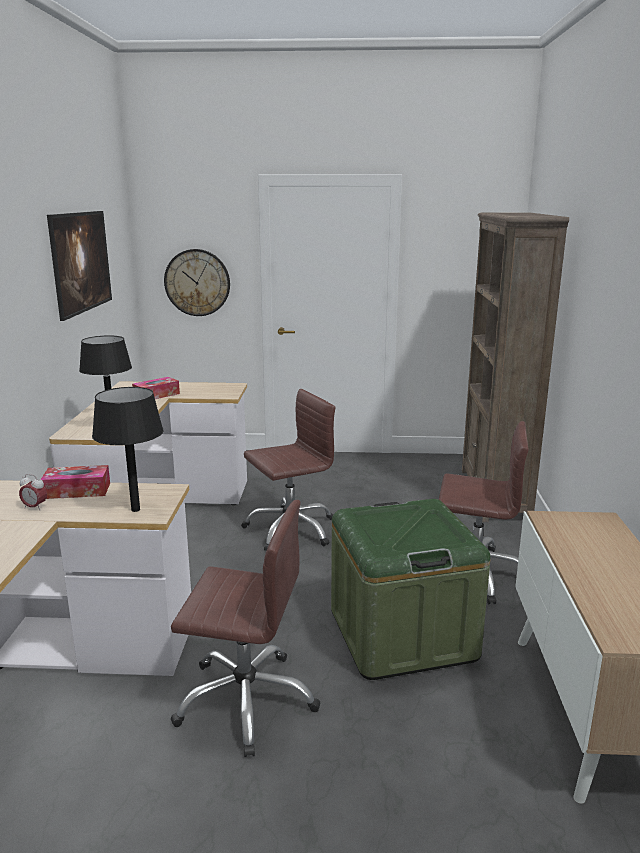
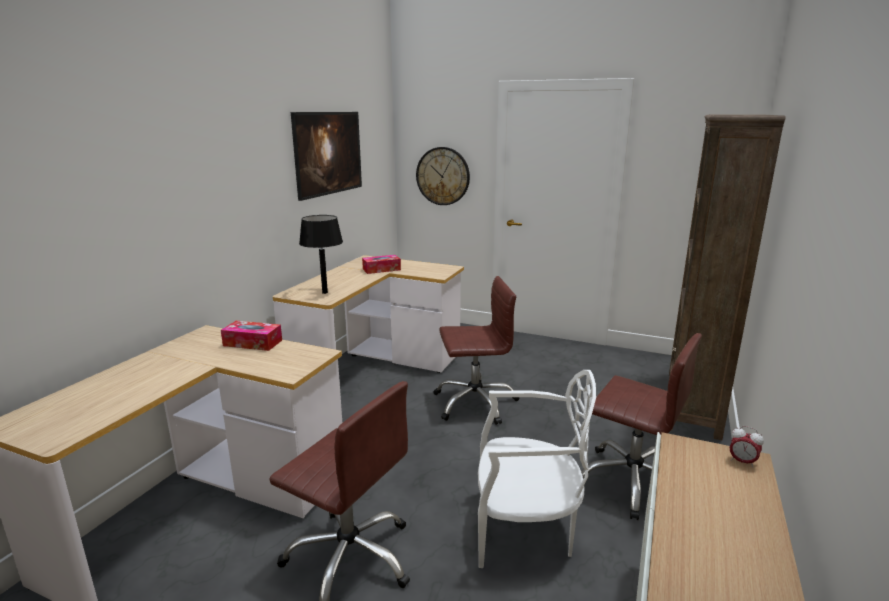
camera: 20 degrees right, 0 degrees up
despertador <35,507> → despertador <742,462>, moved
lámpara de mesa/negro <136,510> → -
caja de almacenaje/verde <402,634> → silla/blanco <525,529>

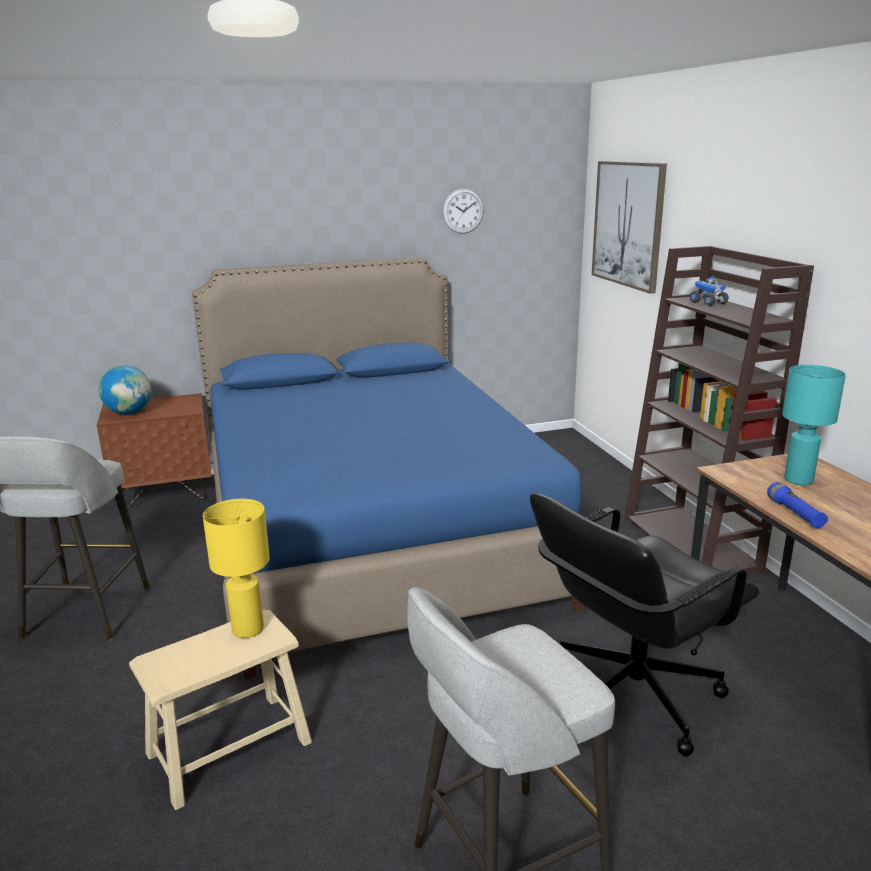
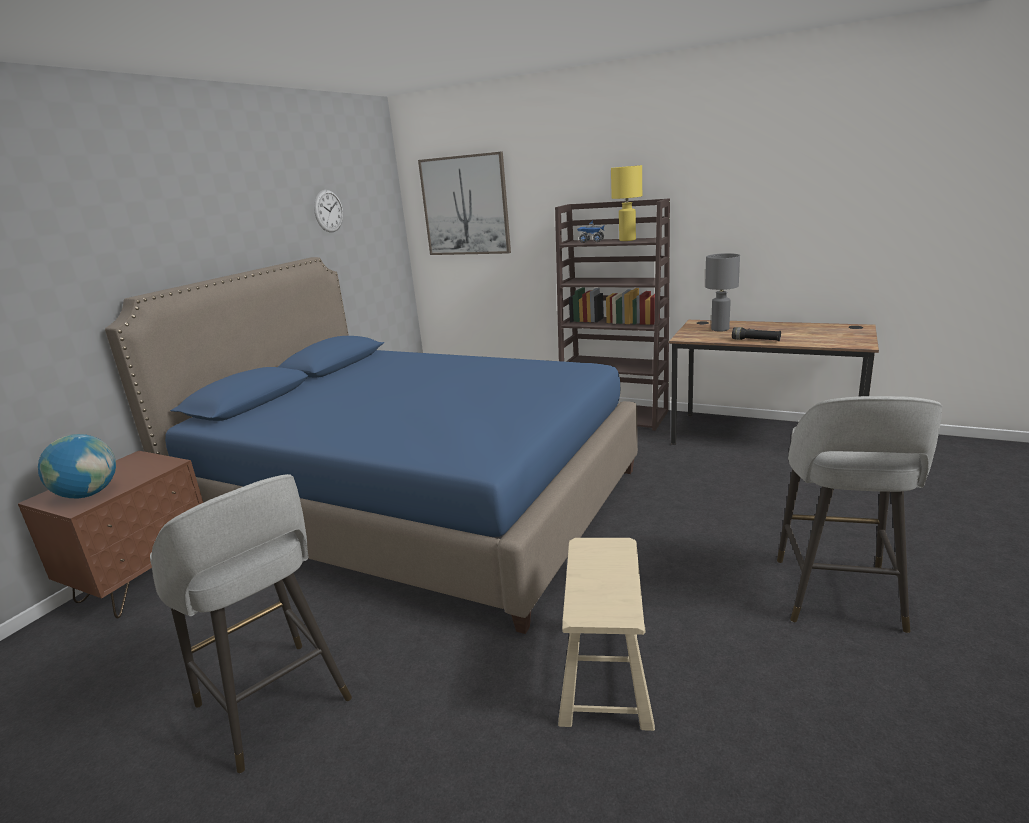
camera: 45 degrees left, 0 degrees up
lámpara de mesa/amarillo <248,629> → lámpara de mesa/amarillo <628,240>, moved
silla de oficina/negro <631,694> → -
linterna/azul <794,513> → linterna/negro <755,340>
lámpara de mesa/turquesa <798,480> → lámpara de mesa/gris <720,329>

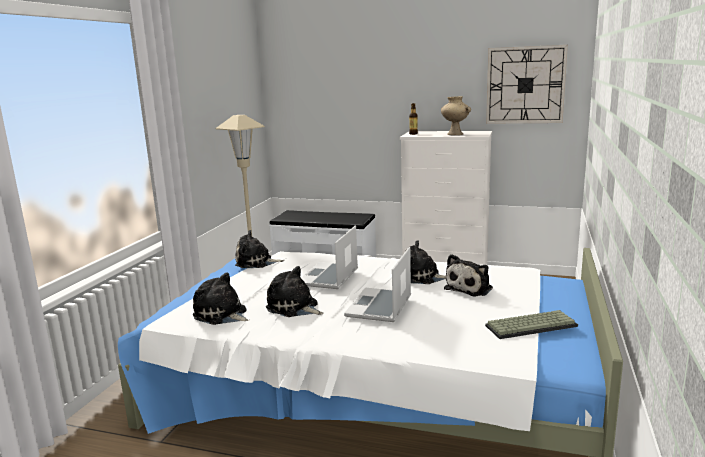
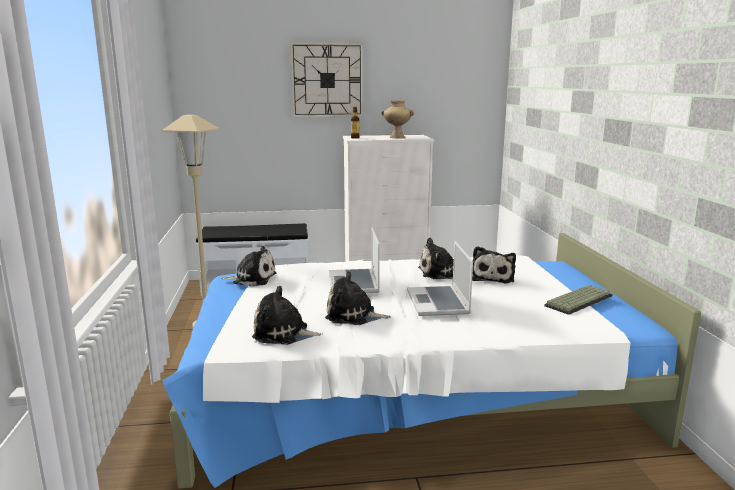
camera: 25 degrees left, 0 degrees up
peluche <256,262> → peluche <252,279>, 150 degrees counterclockwise
reloj de pared <525,85> → reloj de pared <327,80>, moved

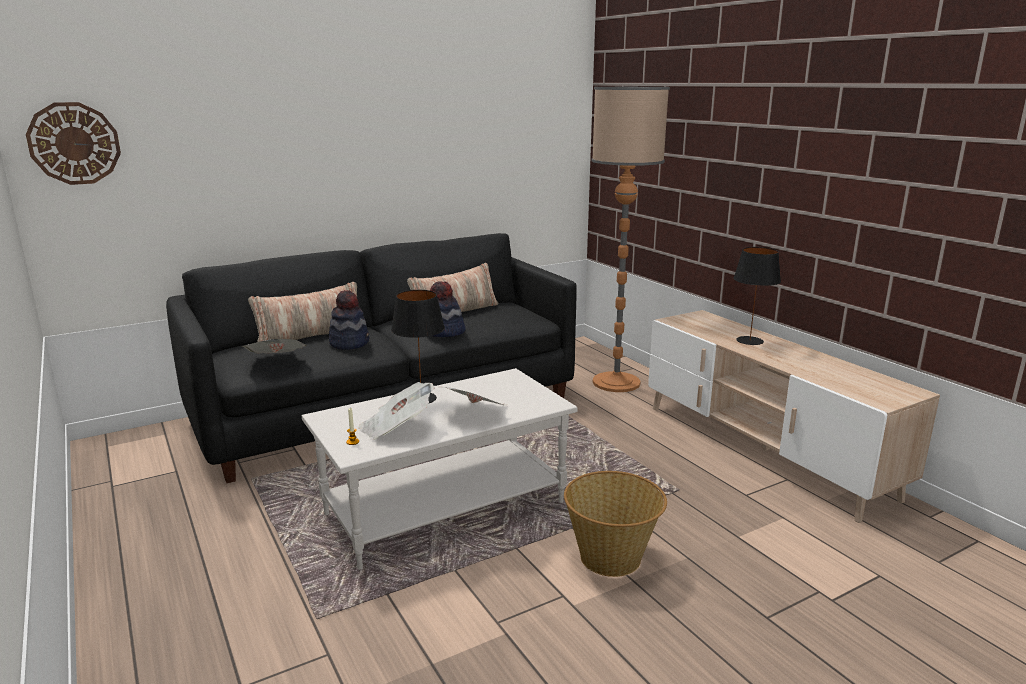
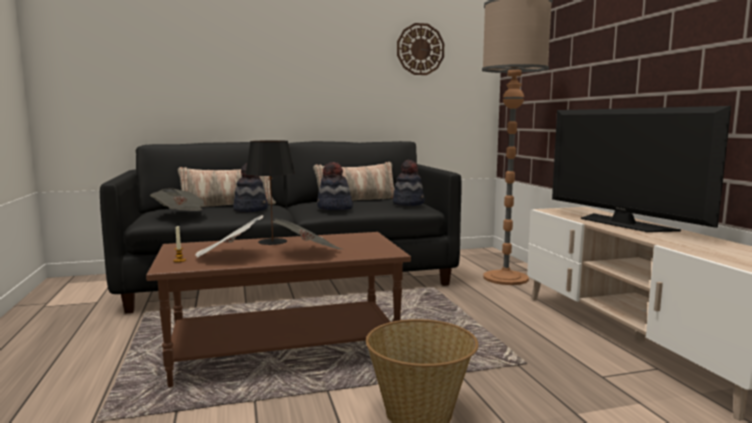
camera: 15 degrees right, 10 degrees down
reloj de pared <74,143> → reloj de pared <420,49>, moved
mesa de centro/blanco <445,507> → mesa de centro/marrón <285,350>
lámpara de mesa/negro <750,340> → televisor <623,223>
- → sombrero <408,203>

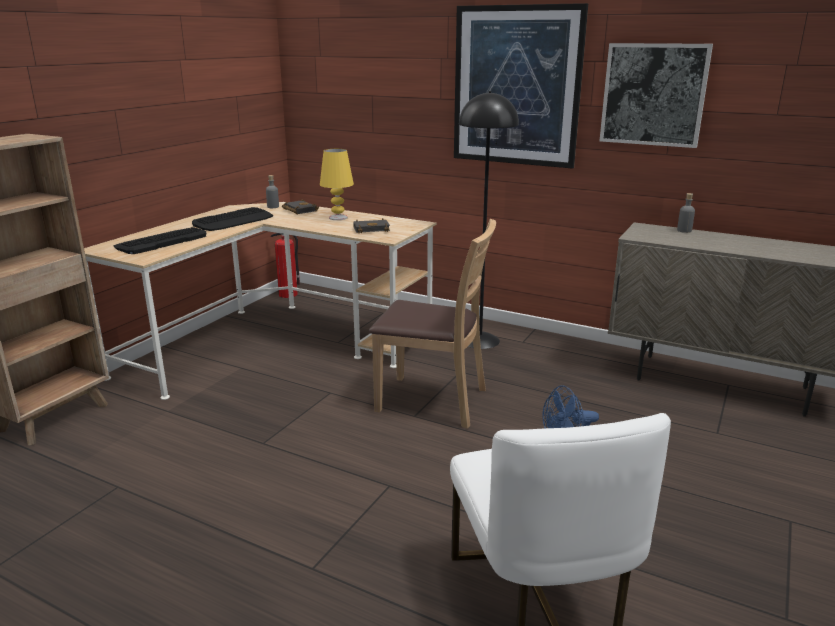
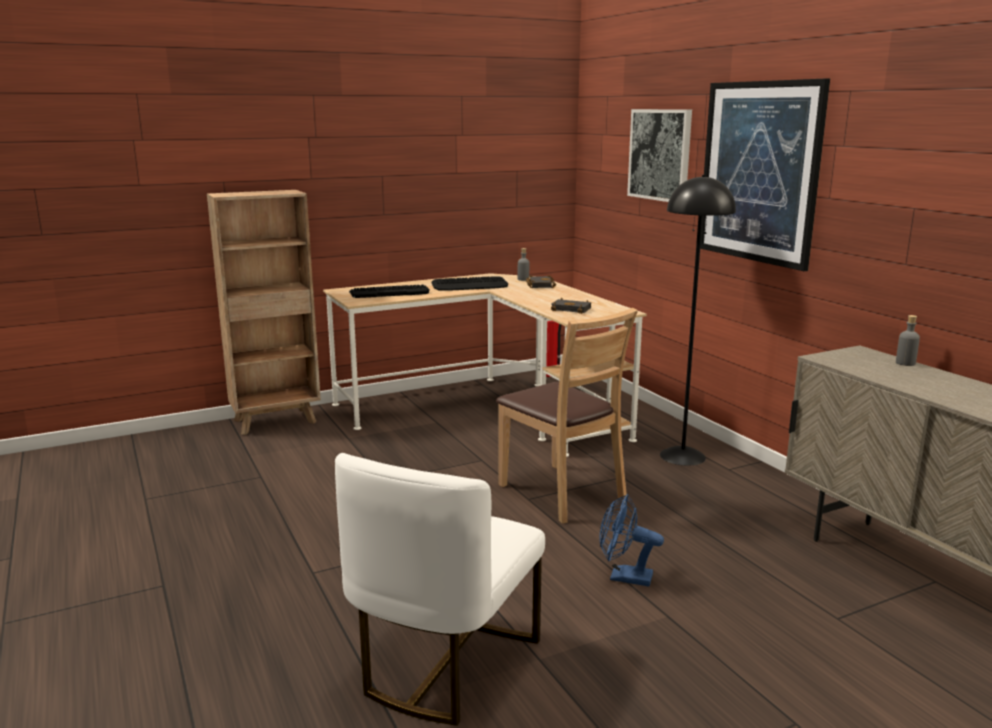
camera: 35 degrees right, 5 degrees down
lámpara de mesa/amarillo <338,217> → -
cuadro <653,94> → cuadro <660,155>, moved

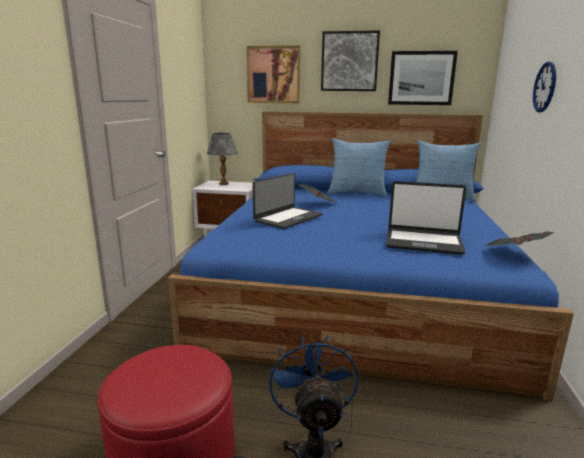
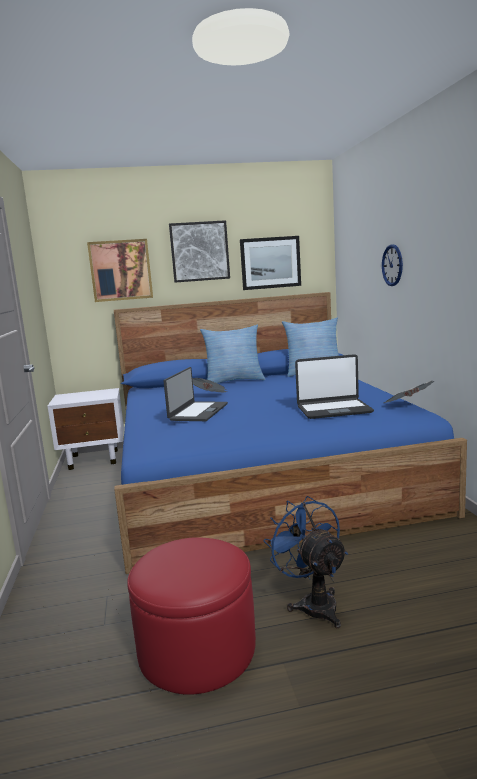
camera: 20 degrees left, 5 degrees down
lámpara de mesa/gris <223,184> → -

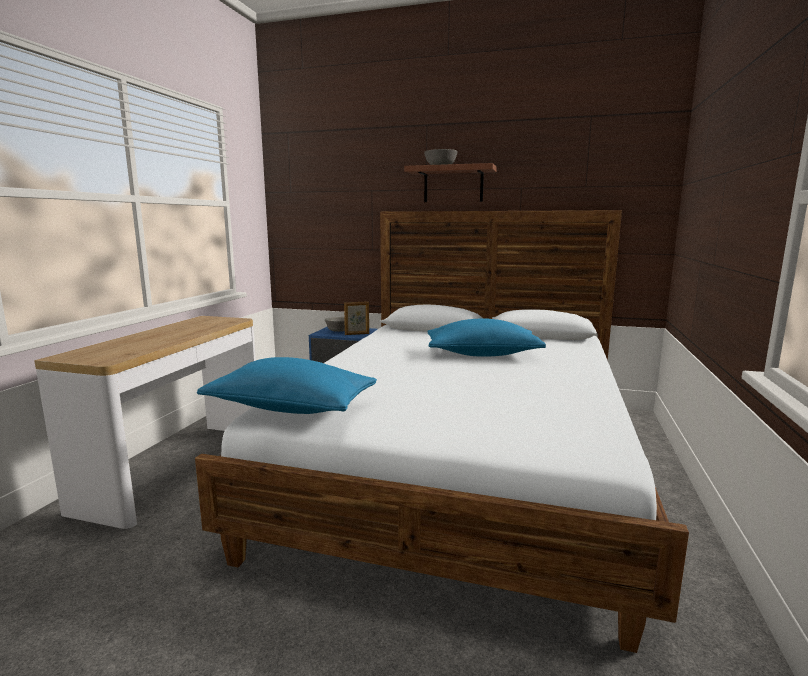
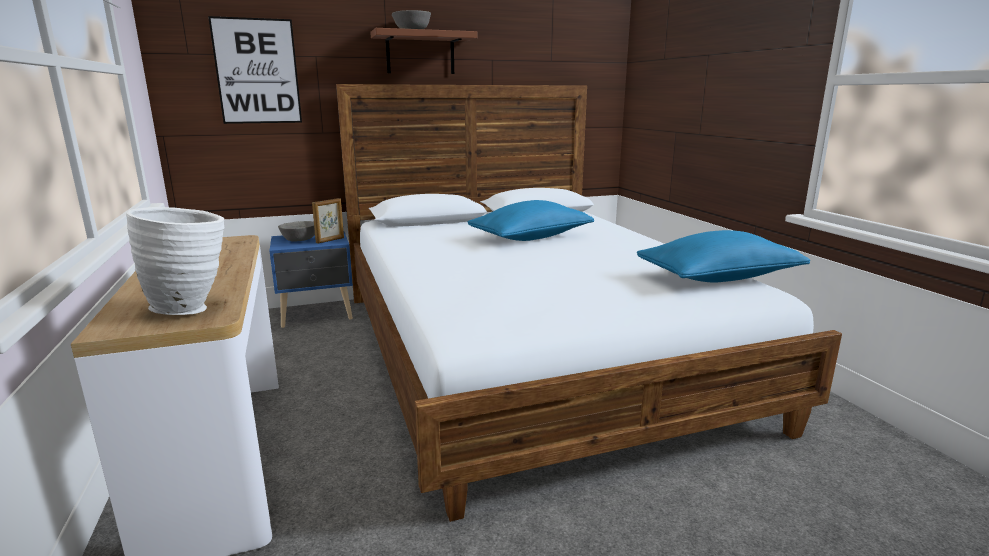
camera: 35 degrees left, 5 degrees up
cojín/azul <291,408> → cojín/azul <718,278>, moved
- → florero/blanco <193,308>
- → cuadro <257,71>

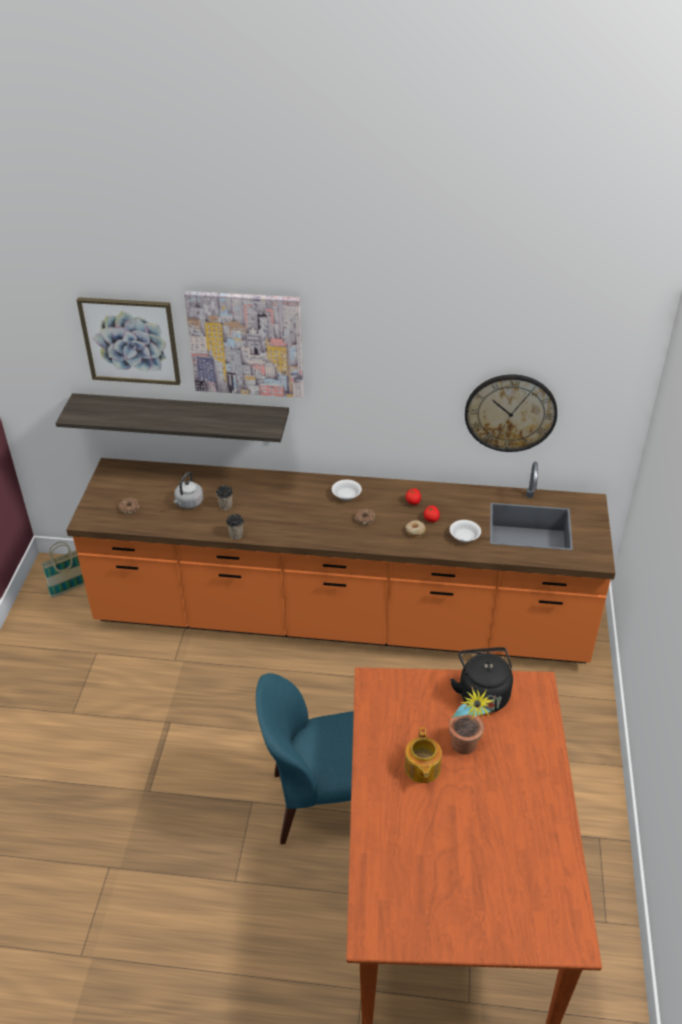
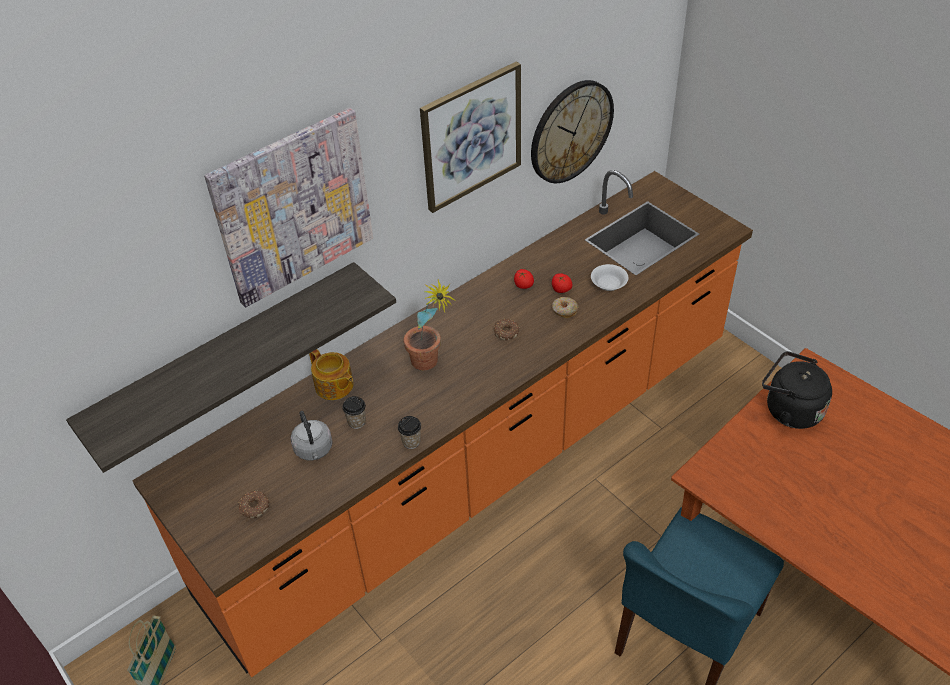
camera: 45 degrees left, 5 degrees up
cuadro <130,340> → cuadro <471,136>, moved
cuenco/blanco <346,495> → -
tetera <421,768> → tetera <334,386>, moved
planta en maceta <465,751> → planta en maceta <431,364>, moved

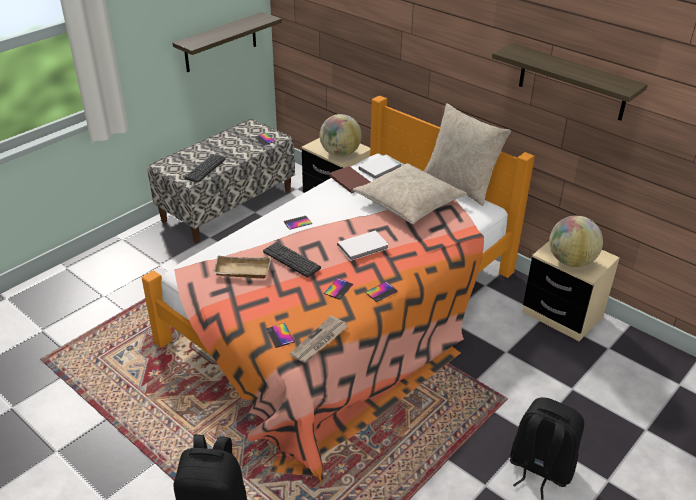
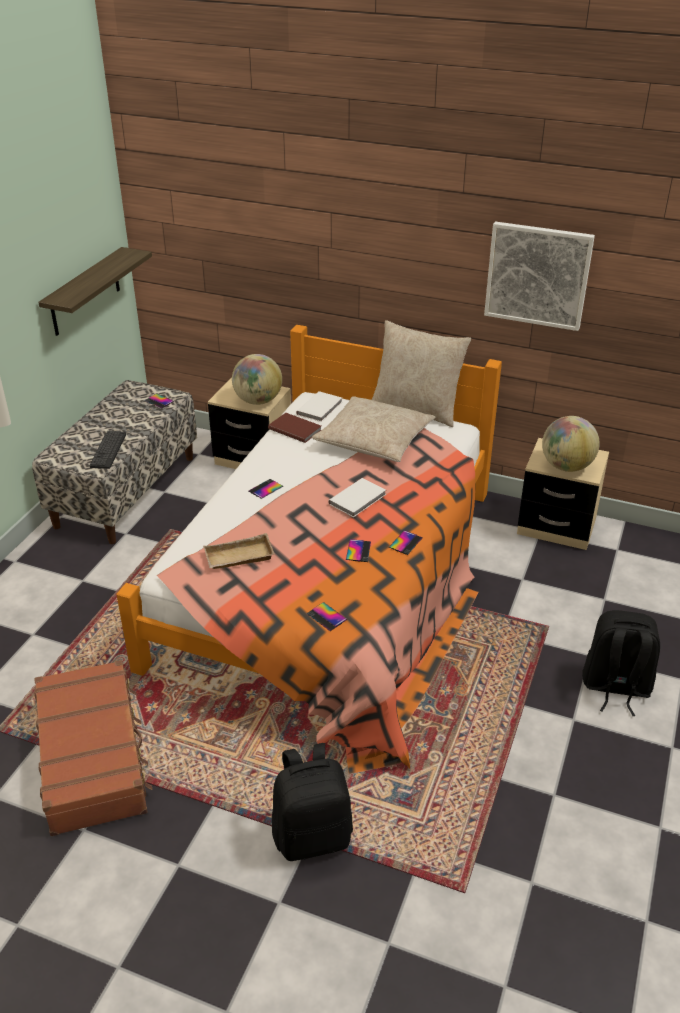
camera: 20 degrees left, 0 degrees up
teclado <291,260> → -
periódico <319,341> → -
estante <572,82> → cuadro <537,275>
- → maleta/marrón <93,756>

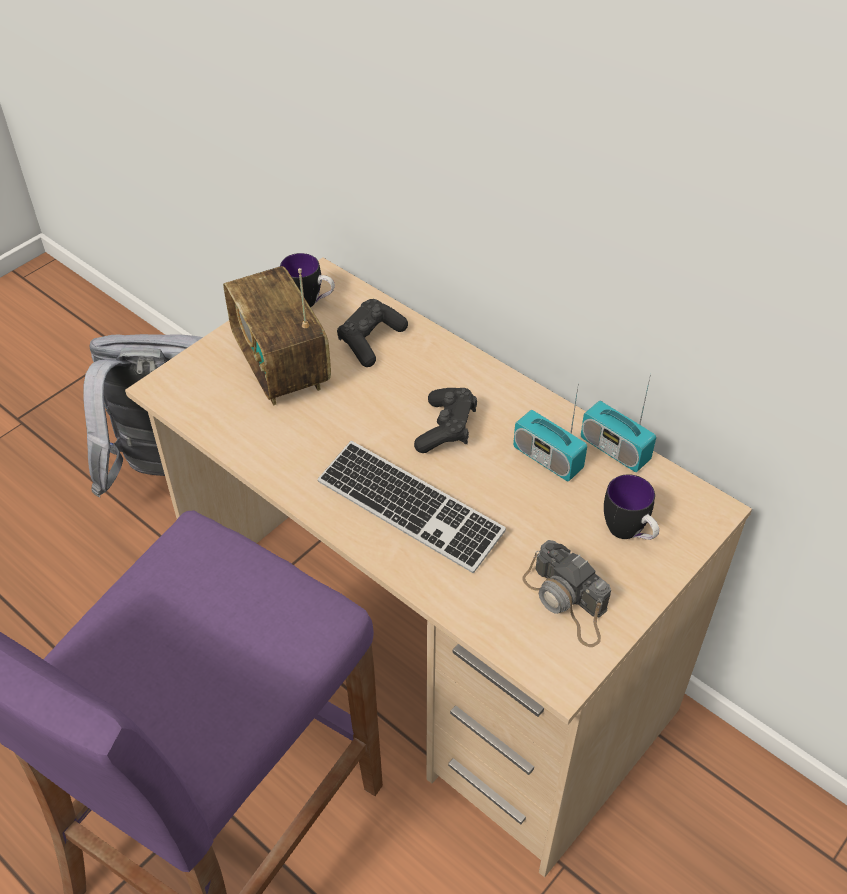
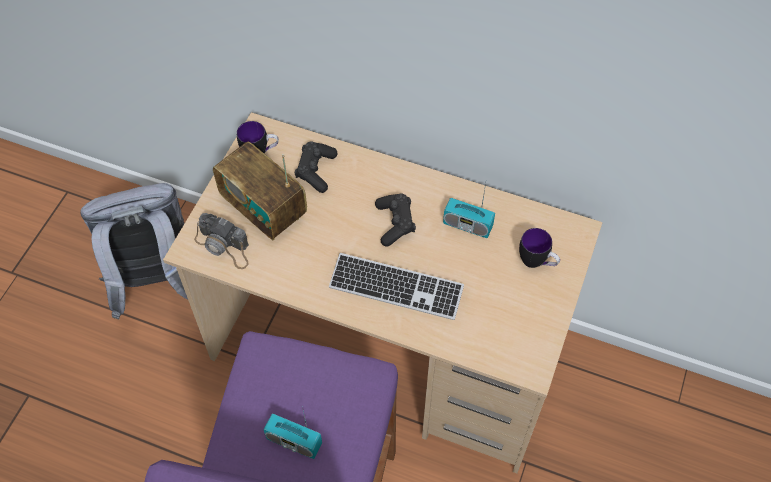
camera: 20 degrees left, 10 degrees up
cámara <567,602> → cámara <224,246>, moved
radio <614,449> → radio <294,441>, moved

